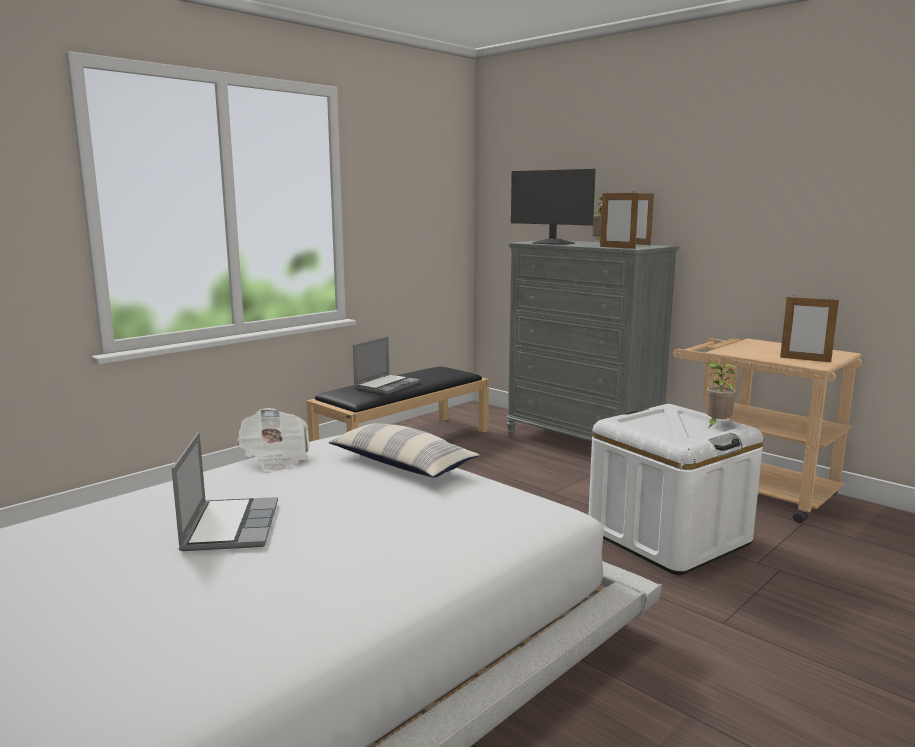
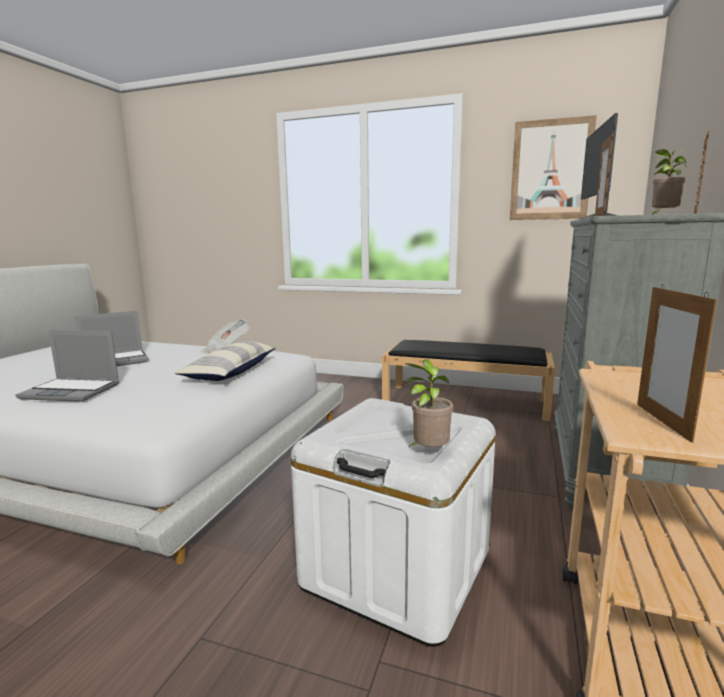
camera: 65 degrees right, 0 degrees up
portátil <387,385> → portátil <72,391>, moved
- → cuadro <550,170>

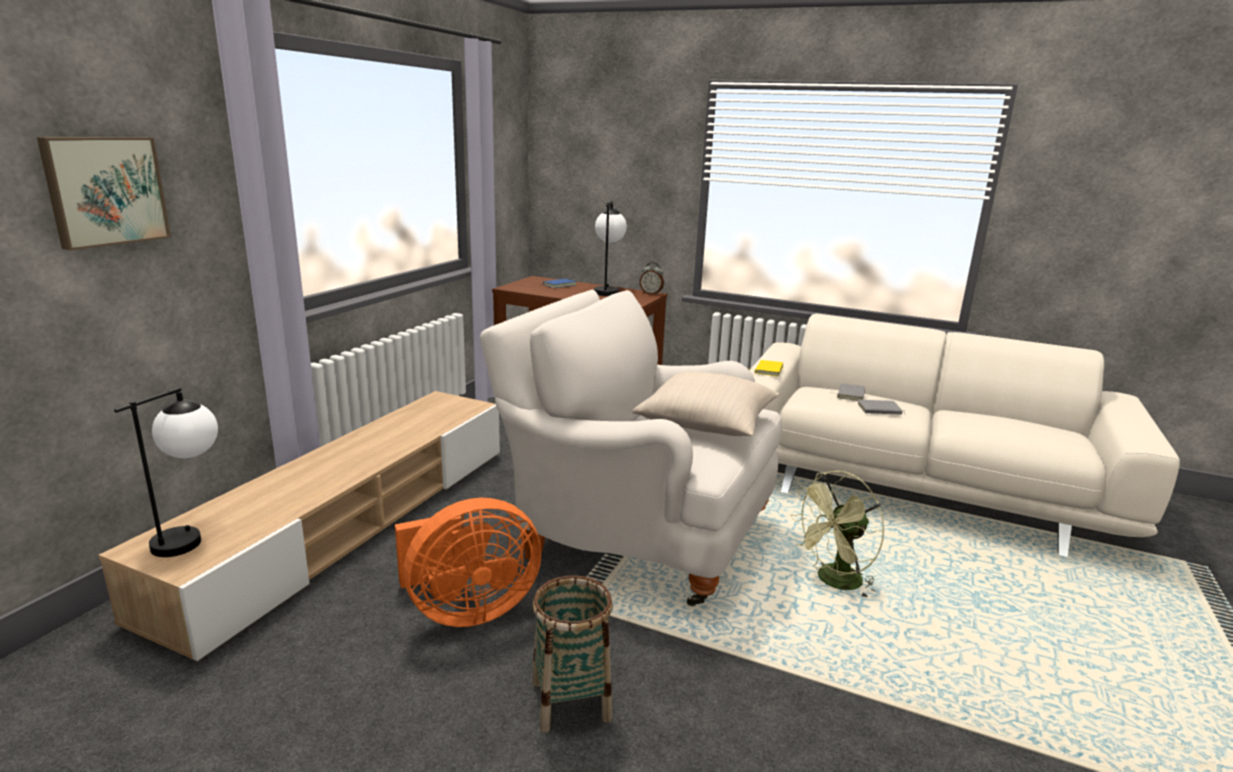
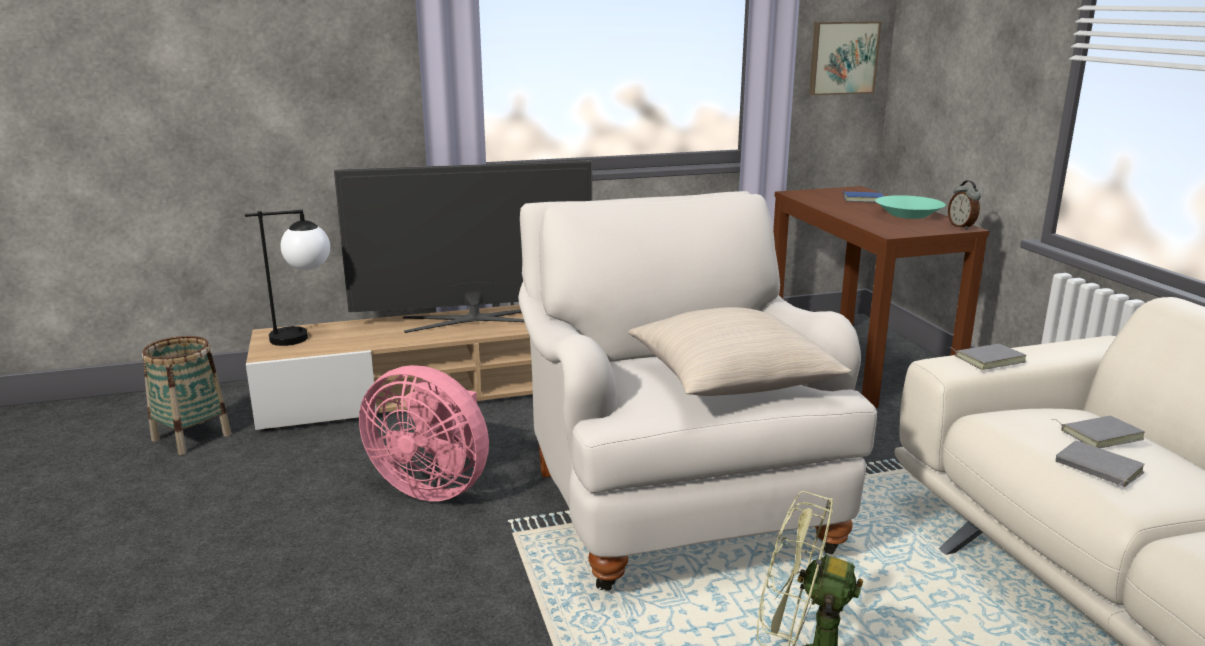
camera: 50 degrees right, 0 degrees up
cuadro <105,191> → cuadro <842,58>, moved
ventilador/naranja <467,610> → ventilador/rosa <433,486>
cesta <570,700> → cesta <191,437>, moved
lámpara de mesa <607,291> → cuenco/turquesa <908,214>
libro/amarillo <767,370> → libro/gris <988,359>
- → televisor <475,320>

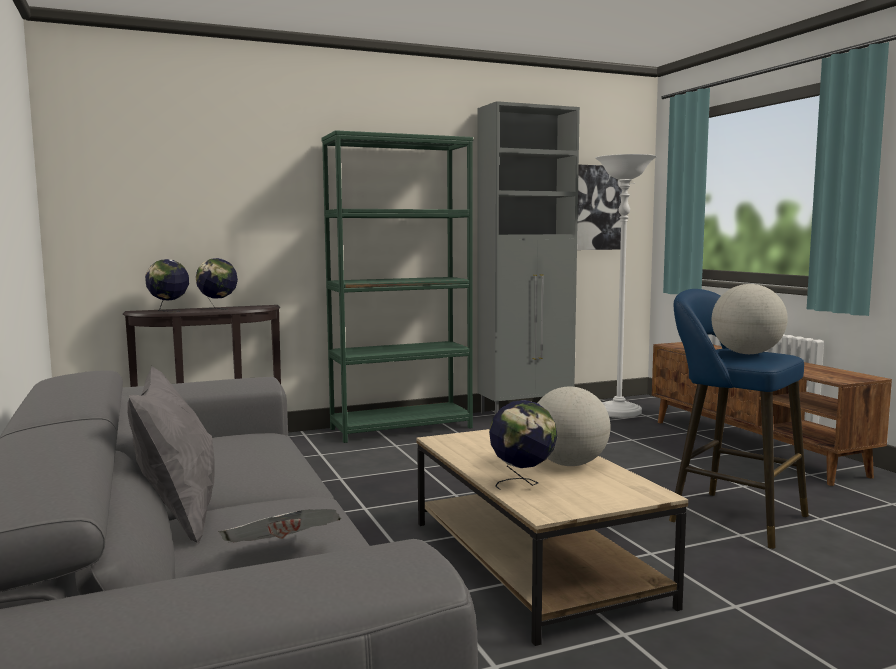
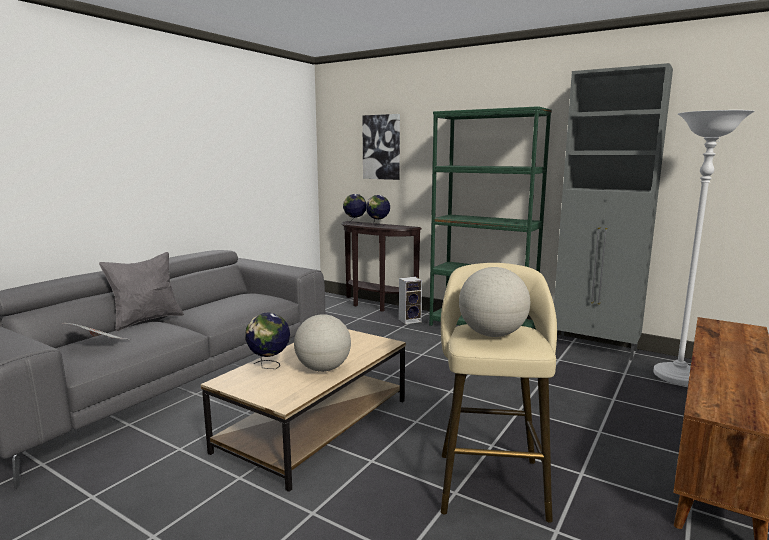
camera: 55 degrees right, 5 degrees up
cuadro <595,208> → cuadro <382,147>, moved
taburete/azul <730,516> → taburete/beis <490,480>
- → altavoz <410,320>

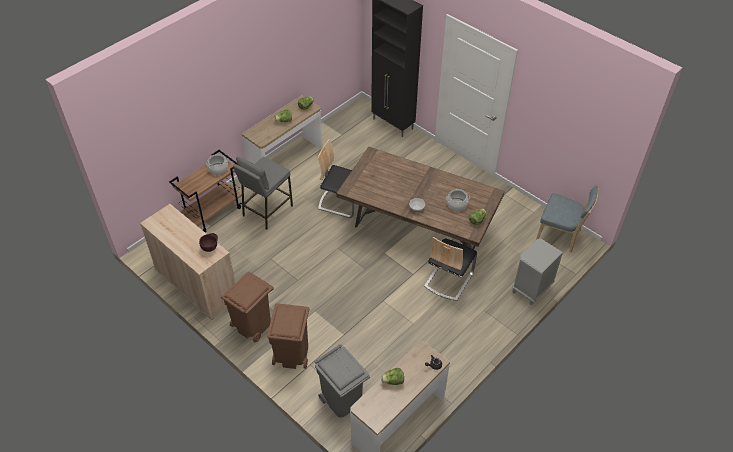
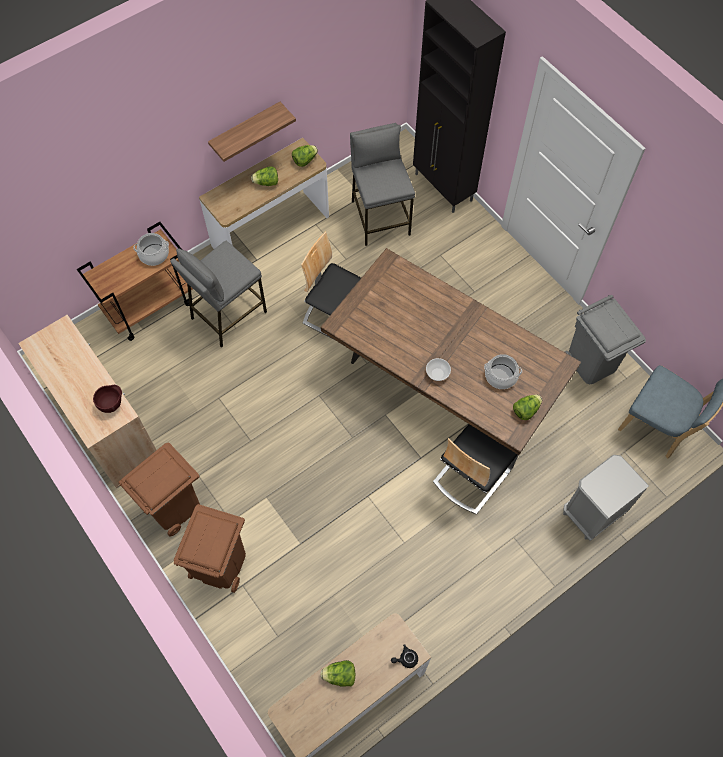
camera: 10 degrees right, 15 degrees up
papelera/gris <342,399> → papelera/gris <592,363>, moved
- → estante <246,130>
- → taburete/gris <380,217>

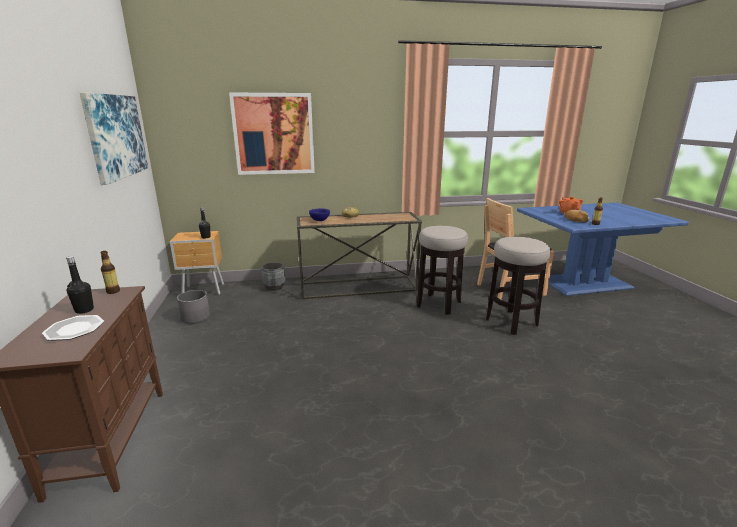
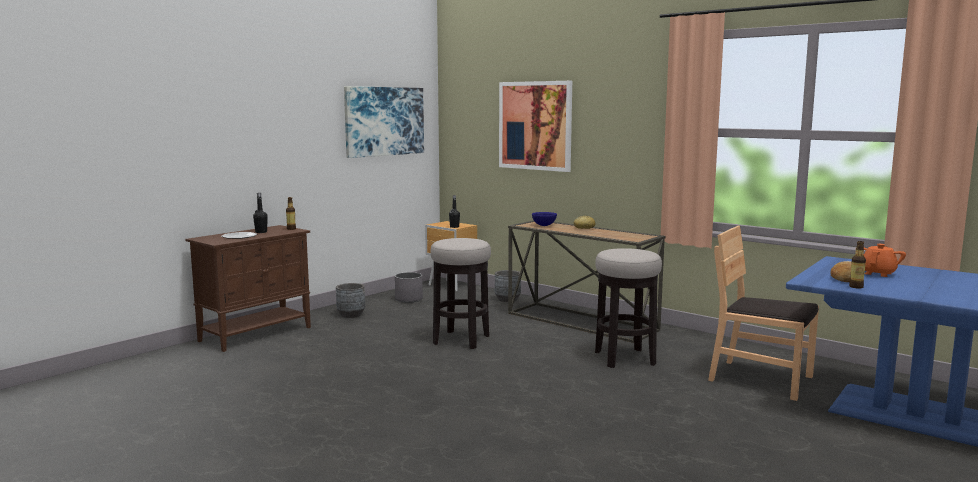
camera: 50 degrees right, 10 degrees down
taburete <511,322> → taburete <461,340>, moved
- → maceta/gris <351,315>

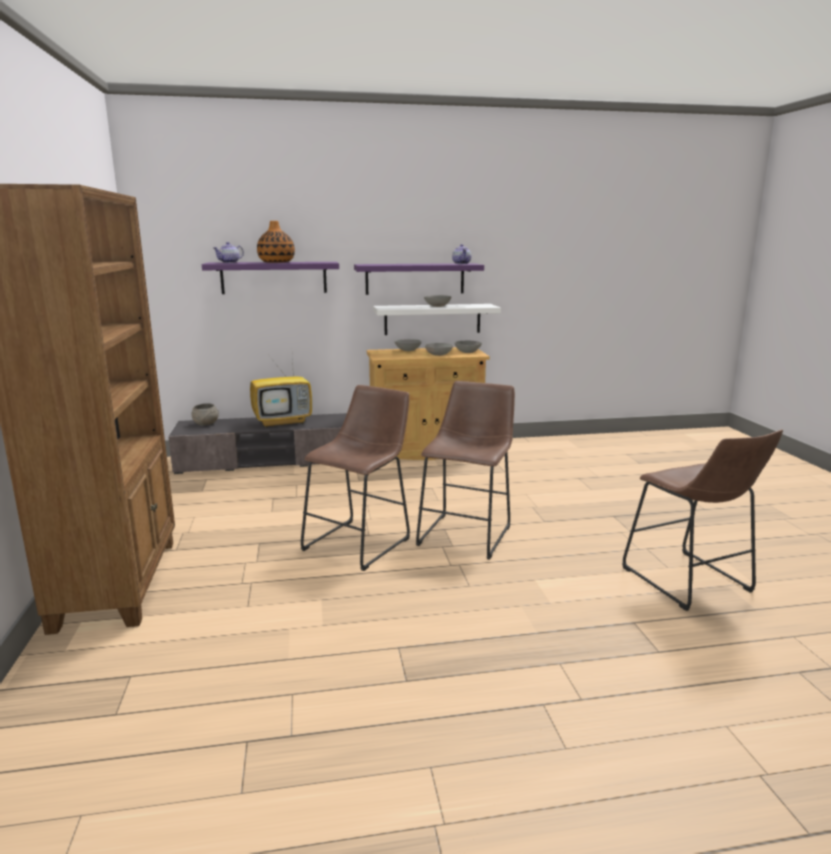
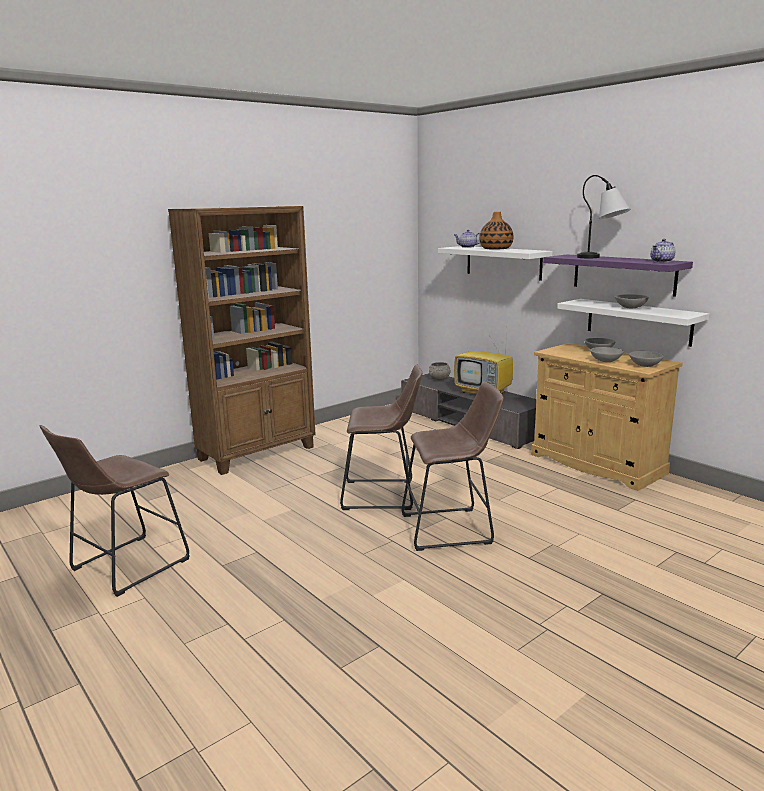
camera: 60 degrees right, 0 degrees up
estante/morado <274,277> → estante/blanco <503,262>
taburete/marrón <690,583> → taburete/marrón <124,567>, moved
- → lámpara de mesa <601,258>

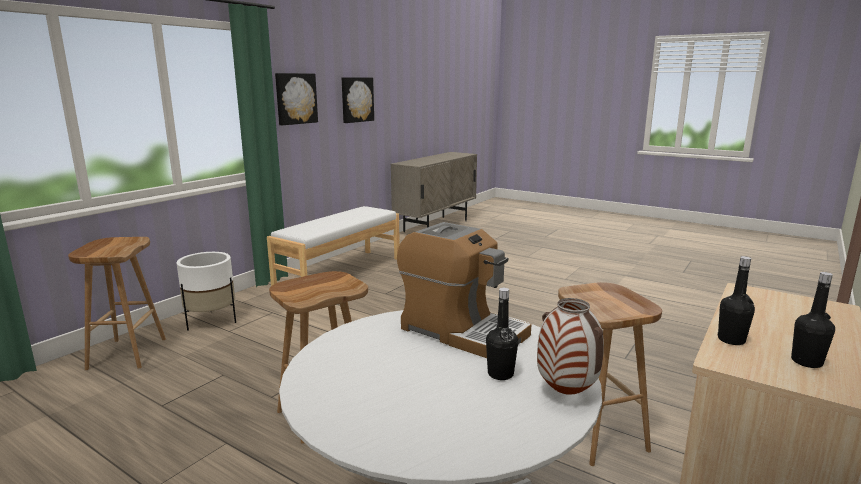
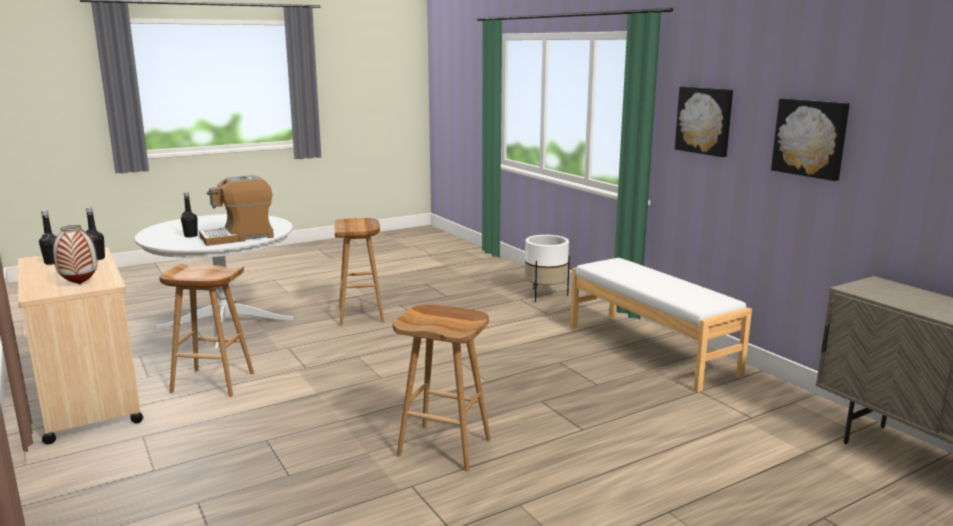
camera: 115 degrees right, 0 degrees up
taburete/marrón <127,353> → taburete/marrón <446,447>, moved
florero <567,393> → florero <79,284>, moved

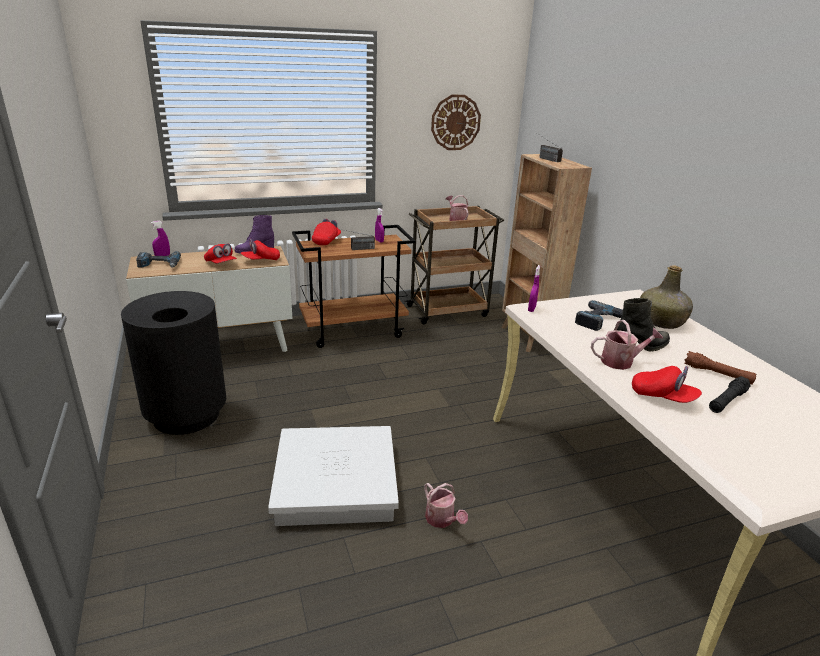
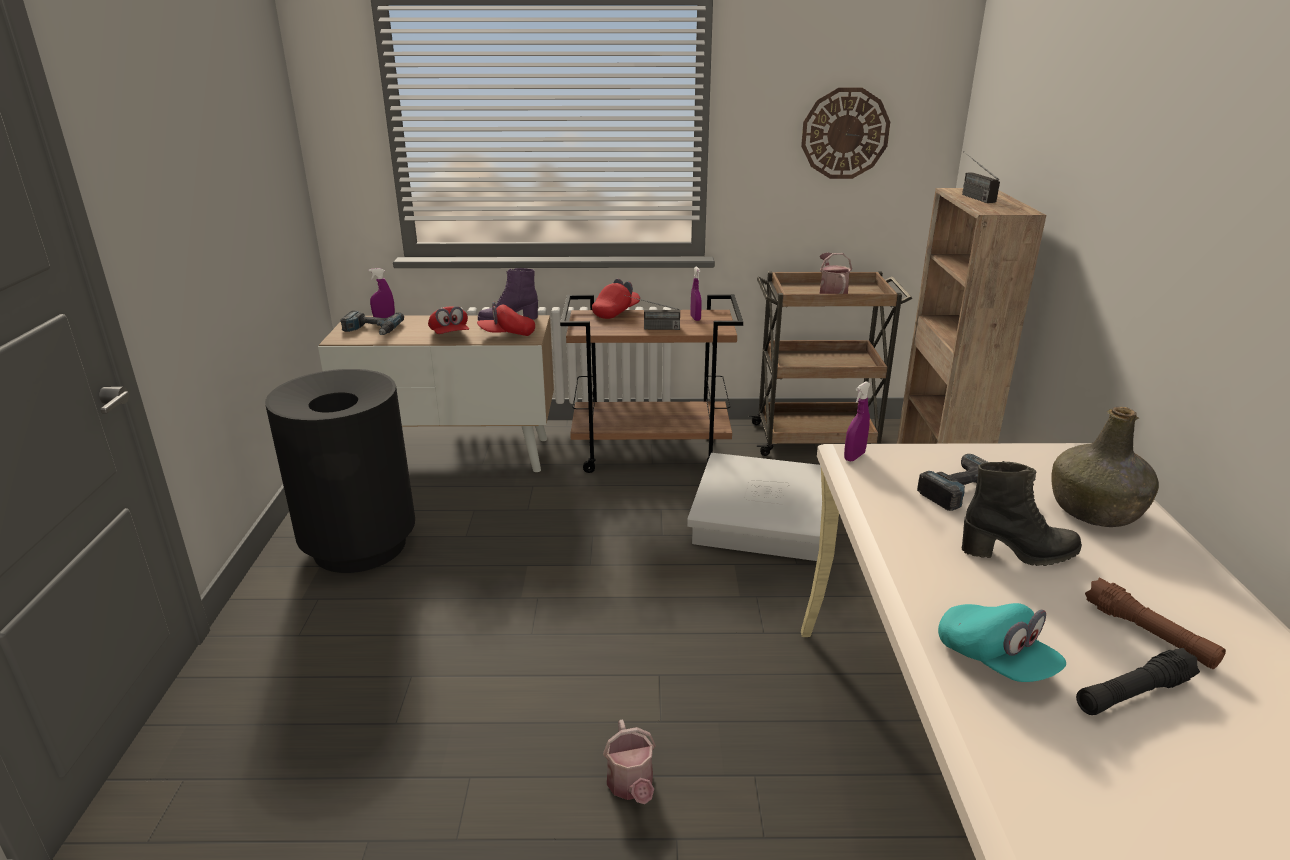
camera: 20 degrees right, 0 degrees up
caja de almacenaje/blanco <335,482> → caja de almacenaje/blanco <765,517>, moved
regadera <621,361> → -
gorra/rojo <662,397> → gorra/turquesa <995,660>

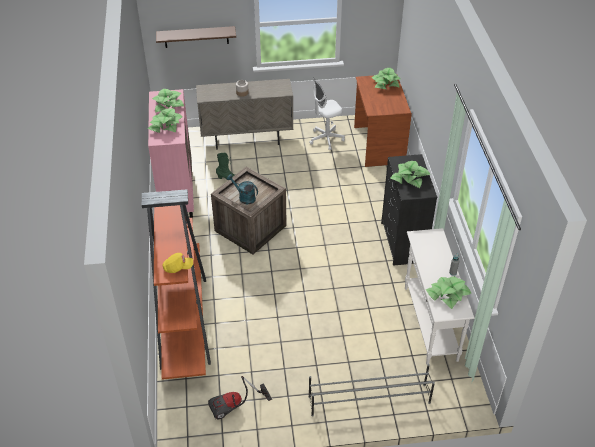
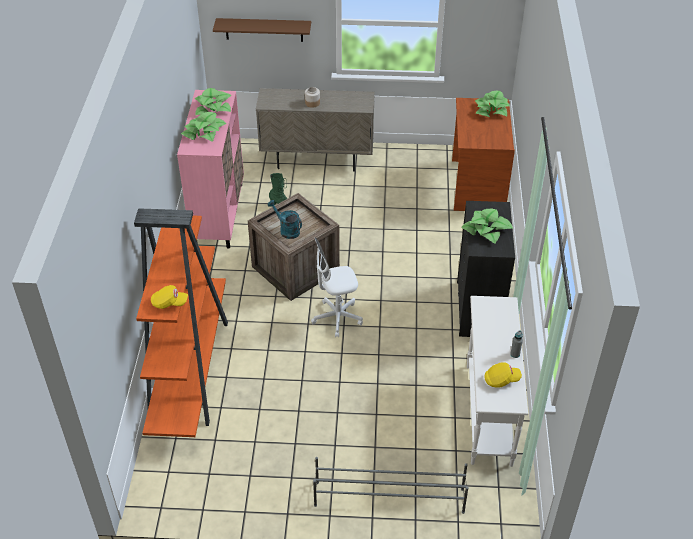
camera: 10 degrees right, 0 degrees up
aspiradora <235,406> → -
silla de oficina/blanco <326,139> → silla de oficina/blanco <337,318>, moved
planta en maceta <447,294> → gorra/amarillo <501,380>

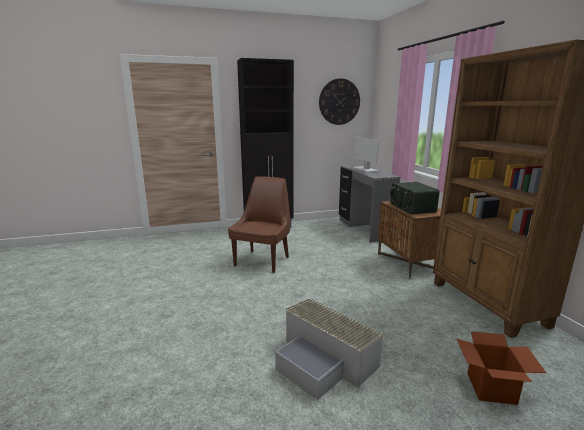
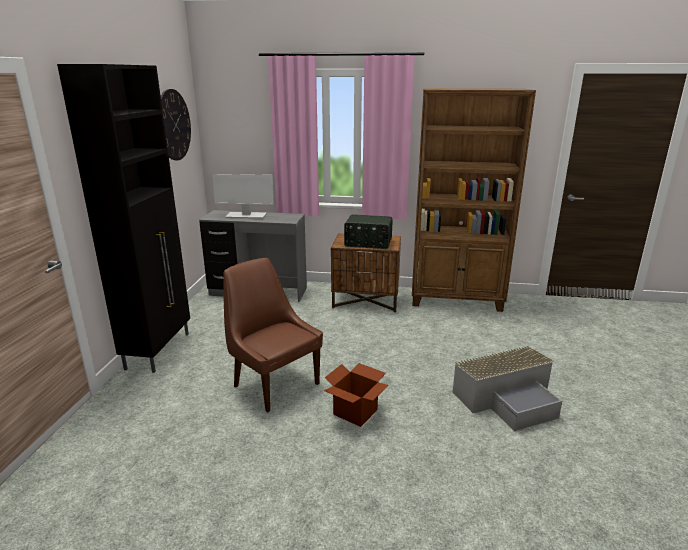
camera: 65 degrees left, 5 degrees up
caja de cartón <490,388> → caja de cartón <355,412>, moved

